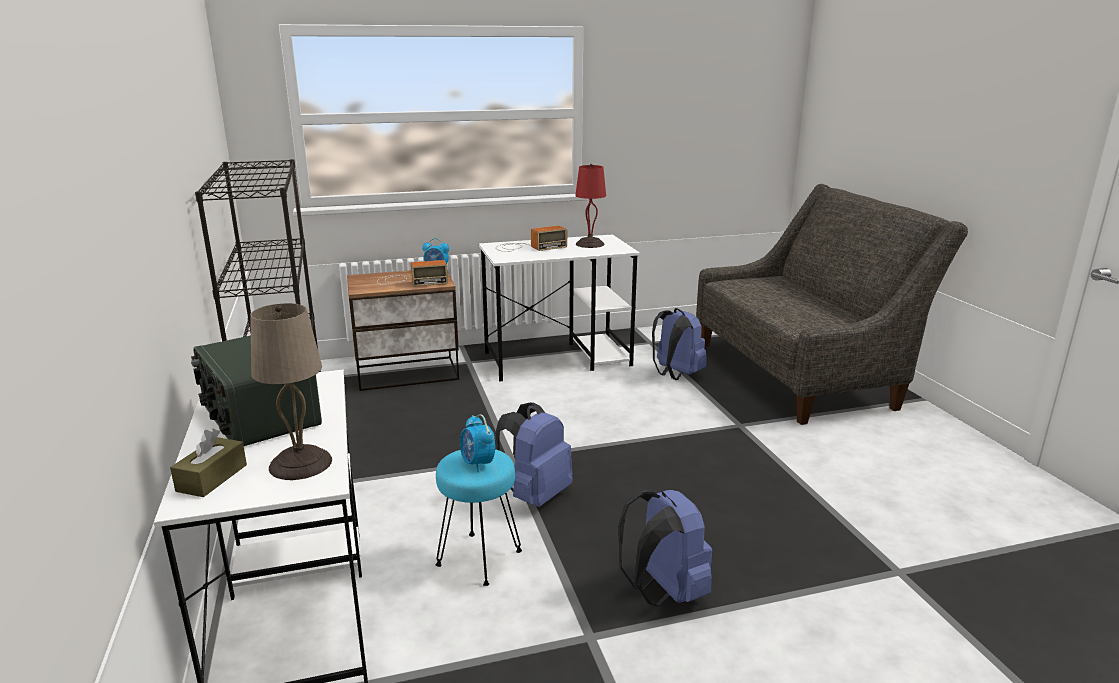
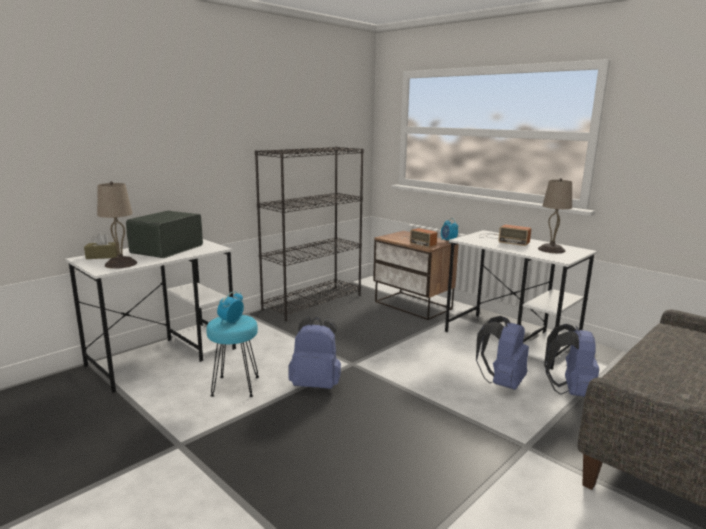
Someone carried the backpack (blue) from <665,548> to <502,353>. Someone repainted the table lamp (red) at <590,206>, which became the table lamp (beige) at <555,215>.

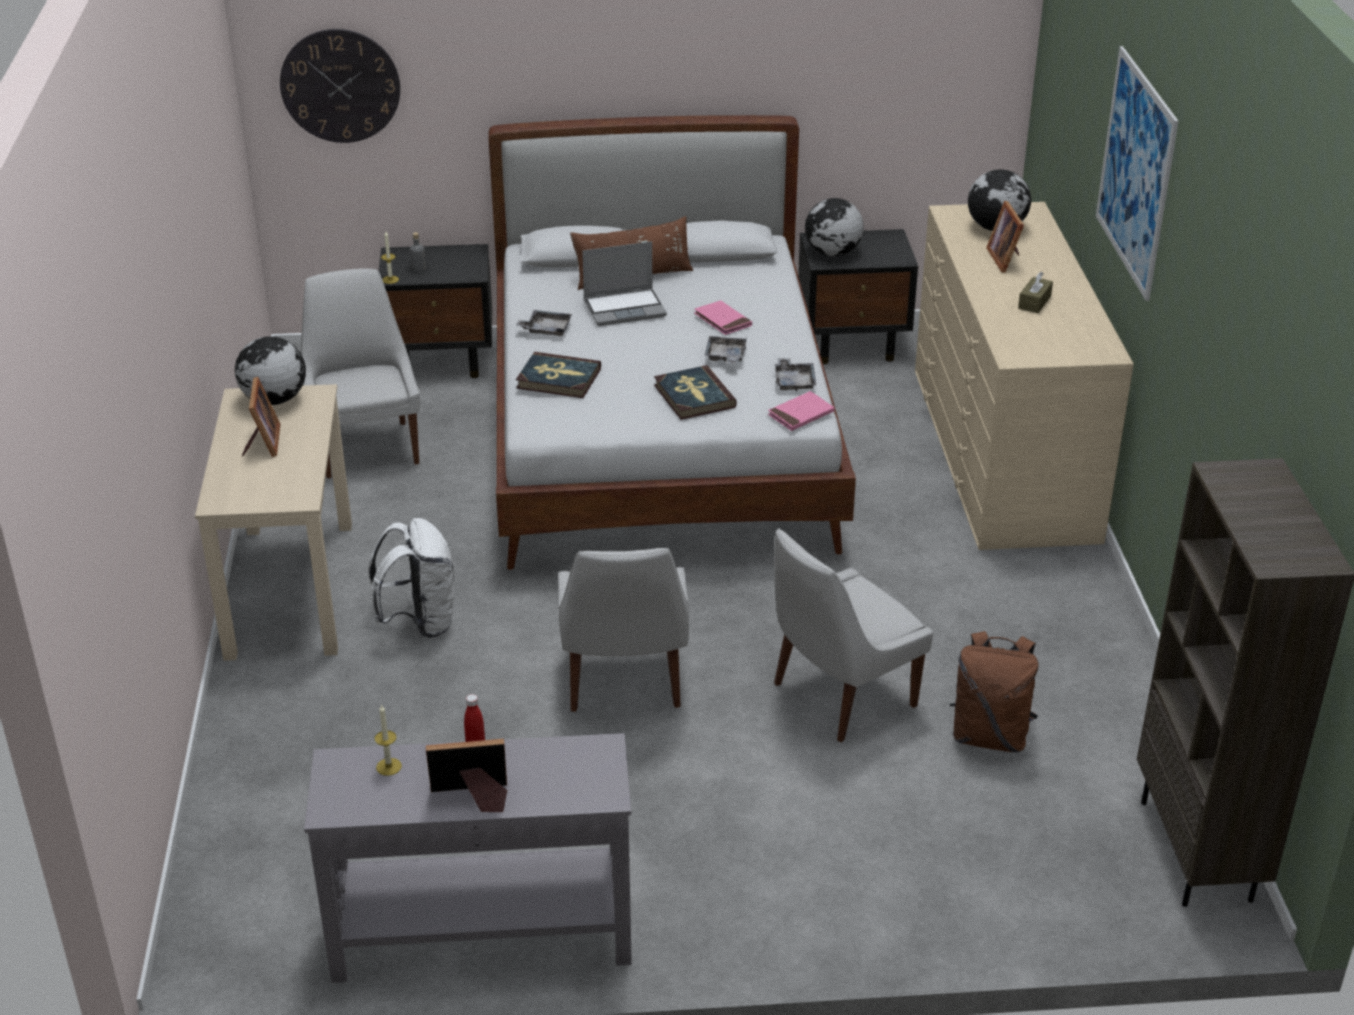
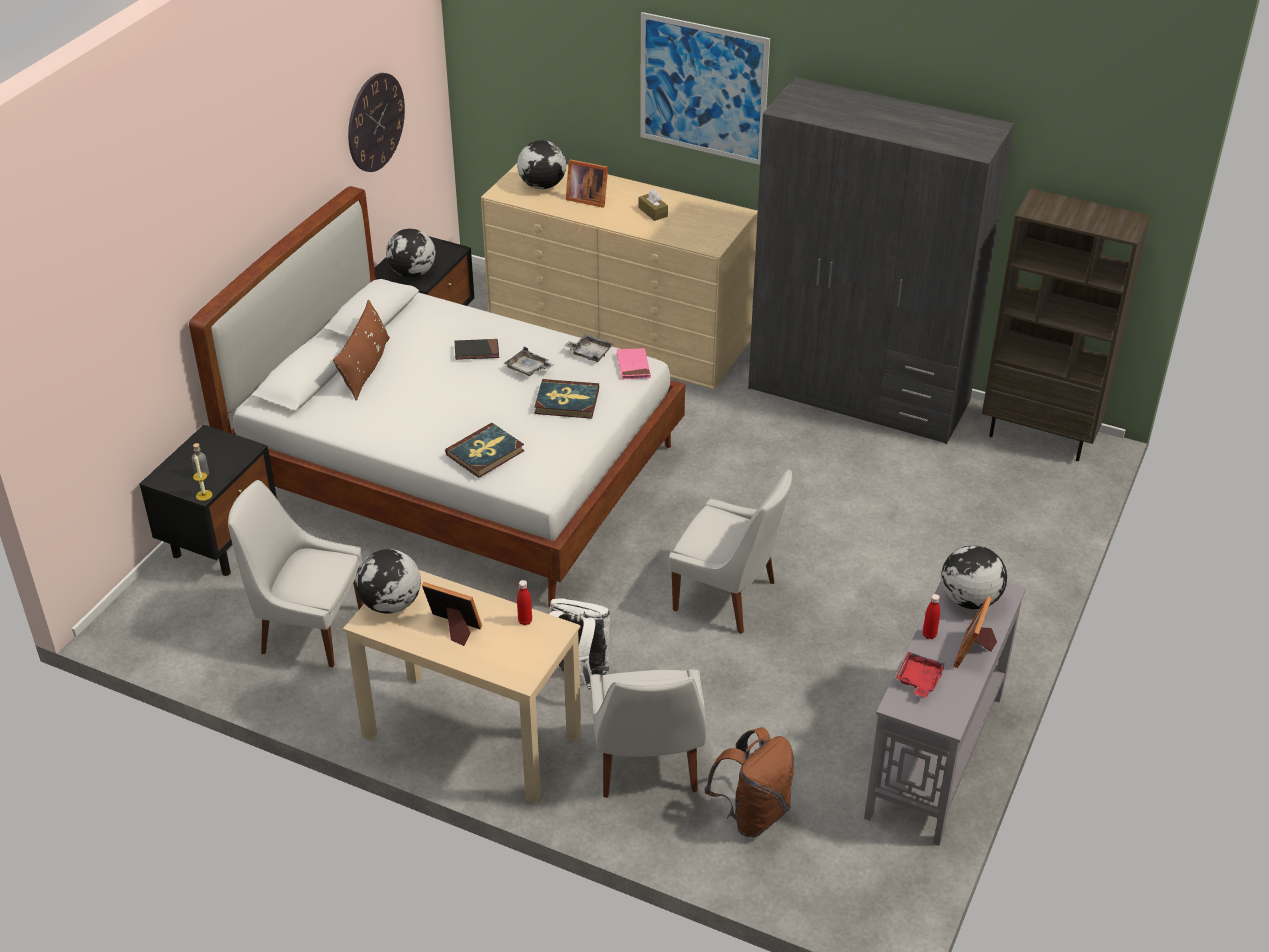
Someone took away the tray (grey) at <544,323>. Someone took away the laptop at <624,283>. Someone put down the bottle (red) at <524,602>. Someone put down the wardrobe (grey) at <881,261>. Someone put down the globe at <974,577>. Someone carried the wall clock from <340,86> to <376,122>. Someone carried the chair (white) from <853,635> to <648,733>. Someone carried the backpack (brown) from <994,691> to <749,782>. Someone swapped the candle at <388,740> for the tray (red) at <920,674>. Someone repainted the book (pink) at <723,317>, which became the book (black) at <477,349>.

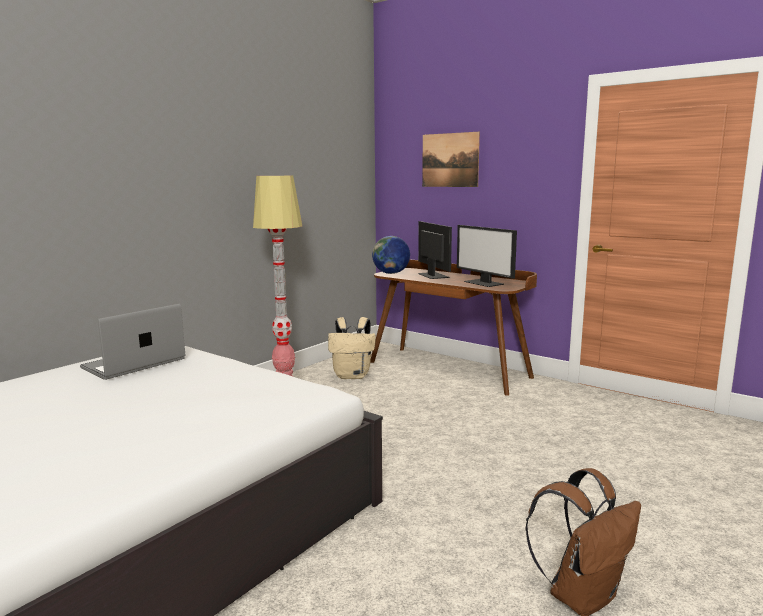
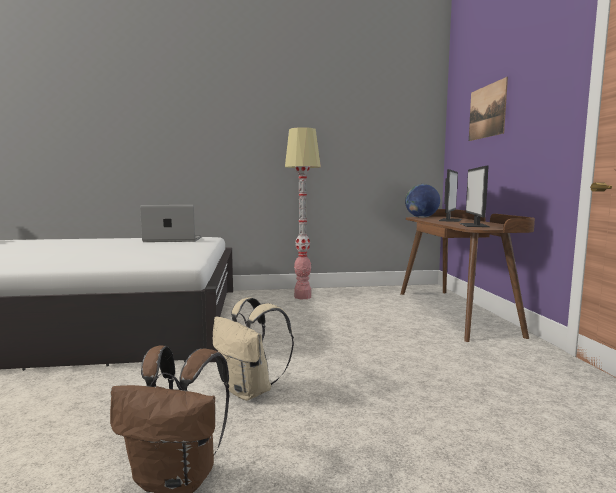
Someone carried the backpack (beige) from <352,348> to <253,349>.

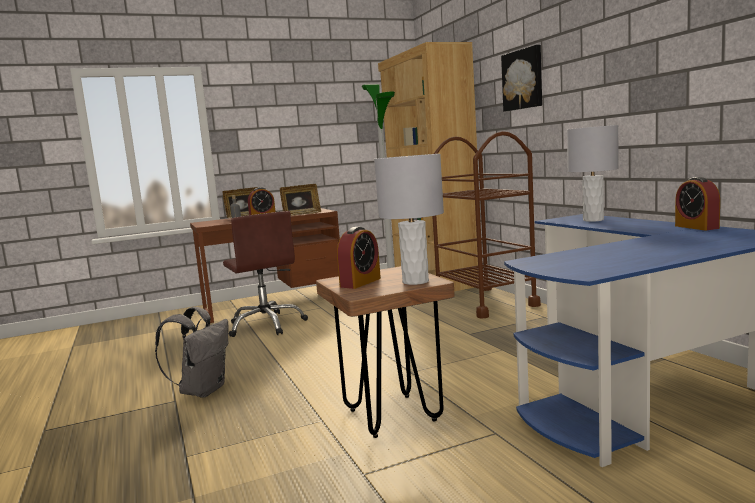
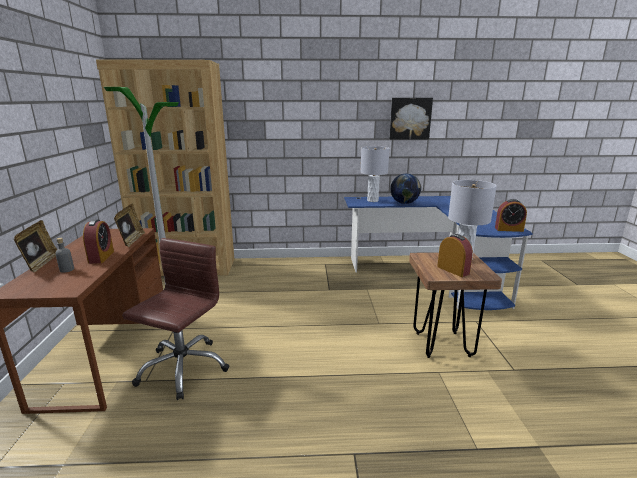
Someone took away the backpack (grey) at <191,352>. Someone took away the cart (brown) at <486,225>. Someone put down the globe at <405,188>. Someone carried the picture from <521,78> to <411,119>. Someone carried the alarm clock from <697,203> to <511,215>. Someone rotated the office chair (brown) at <265,274> by 60 degrees counterclockwise.

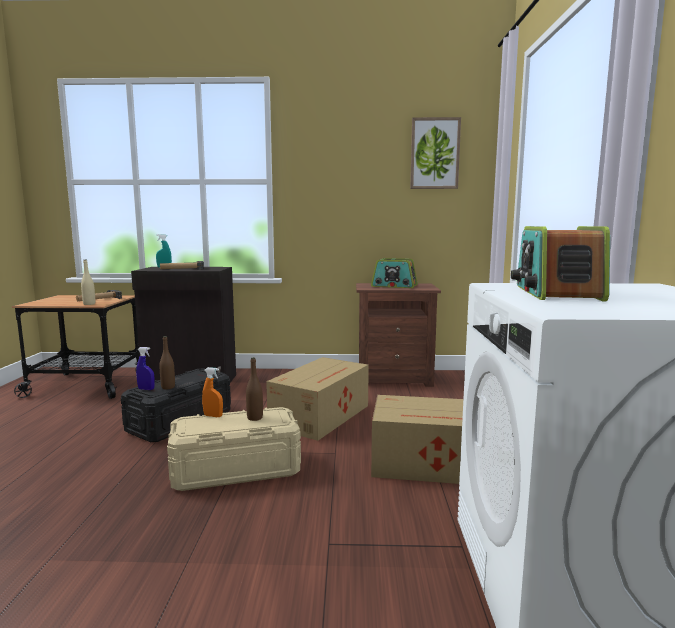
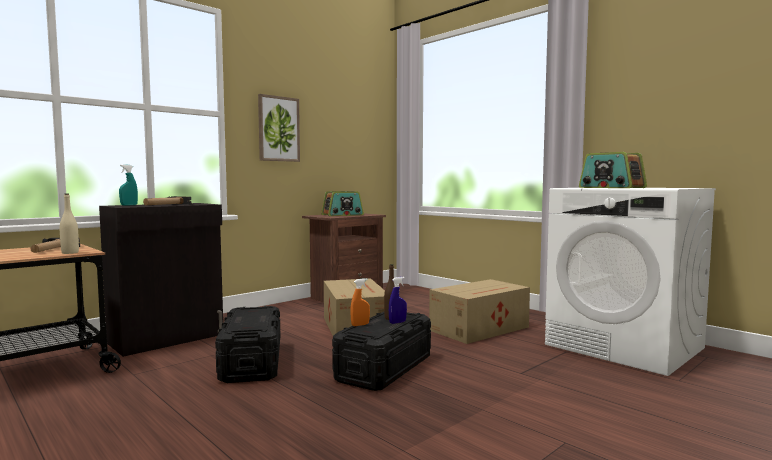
Someone took away the bottle (brown) at <167,362>. Someone carried the spray bottle (blue) from <145,368> to <398,300>. Someone carried the picture from <435,153> to <279,128>. Someone repainted the storage box (beige) at <234,449>, which became the storage box (black) at <381,351>.

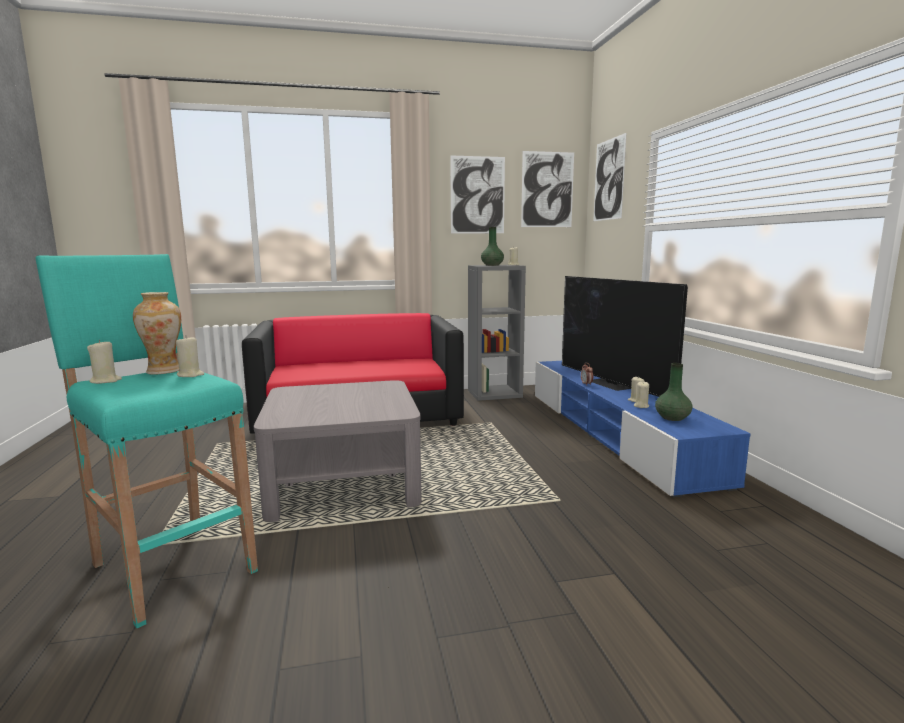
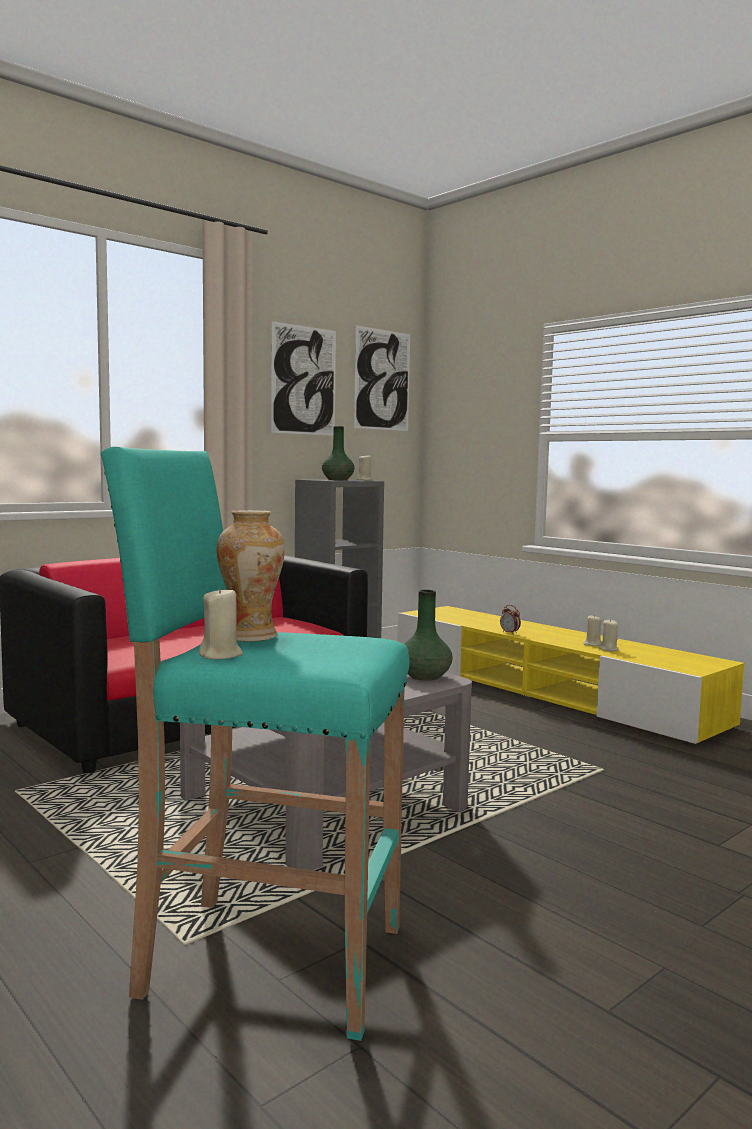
Someone took away the candle (beige) at <190,356>. Someone took away the television at <625,336>. Someone took away the picture at <610,177>. Someone carried the vase (green) from <674,392> to <429,635>. Someone repainted the tv stand (blue) at <643,429>, which became the tv stand (yellow) at <571,676>.

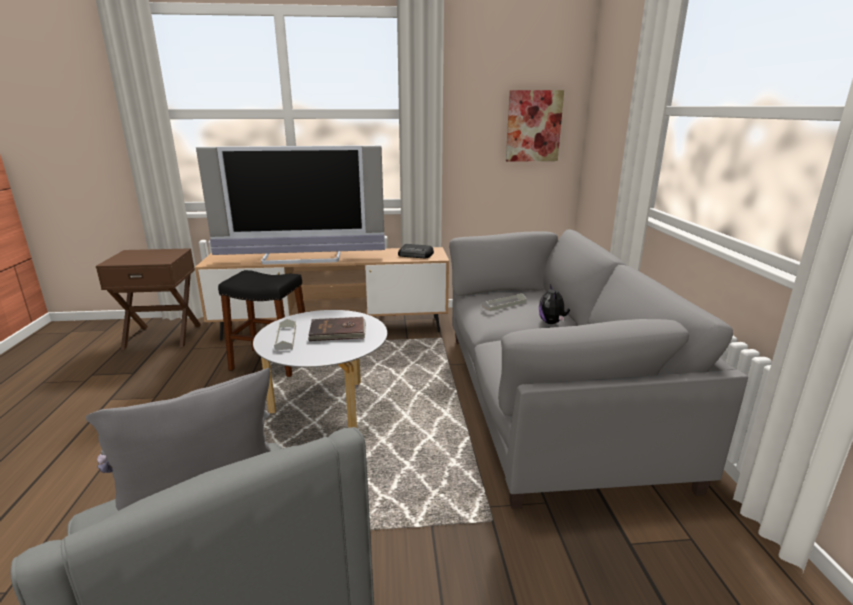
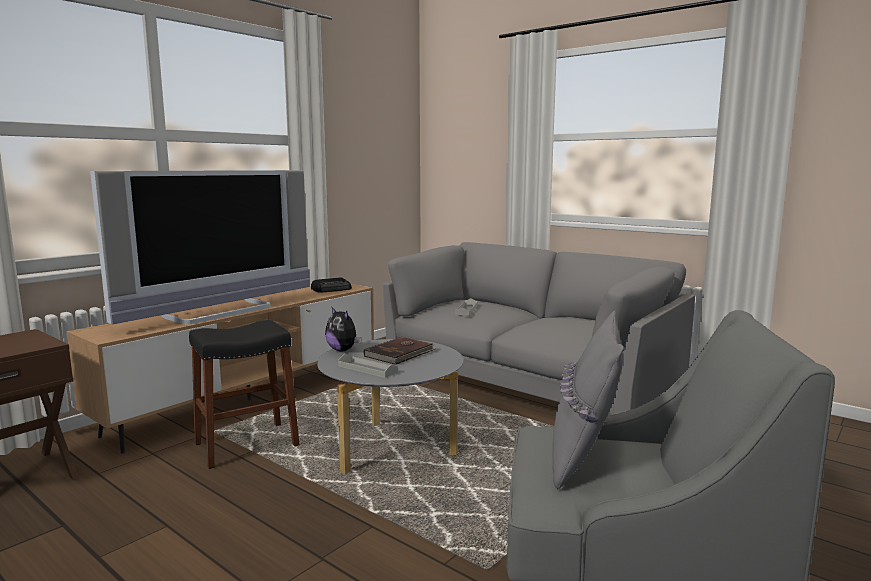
Someone took away the picture at <535,126>. Someone carried the plush toy from <554,304> to <343,329>.

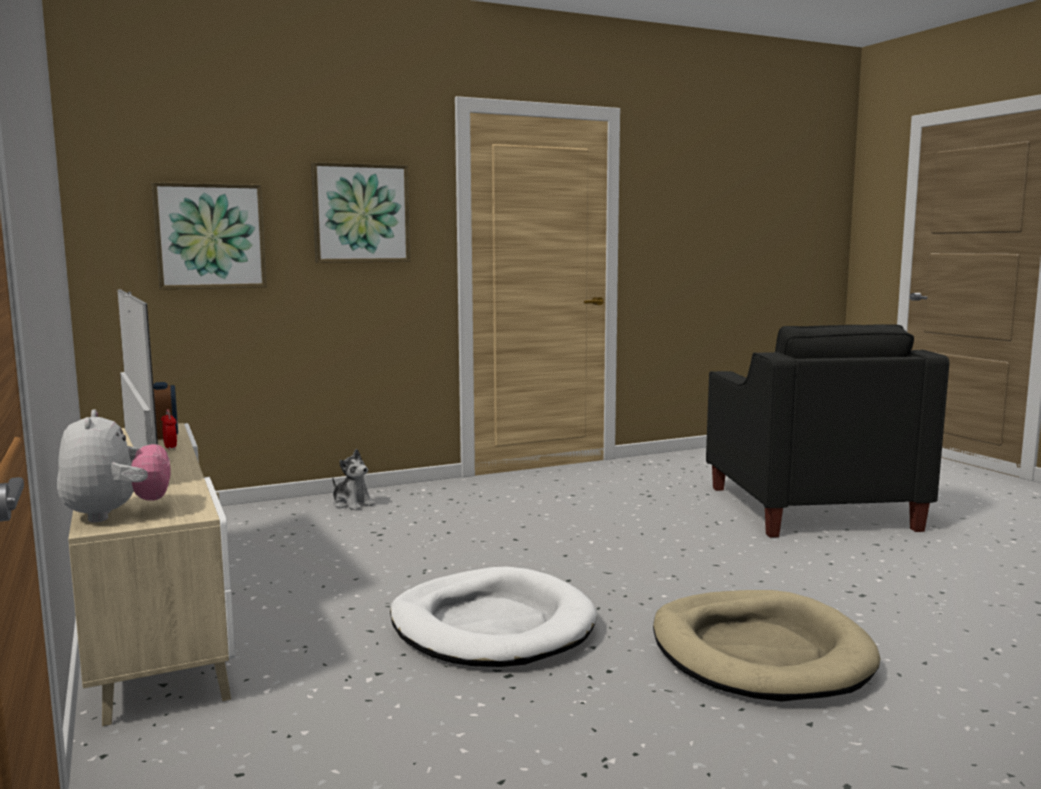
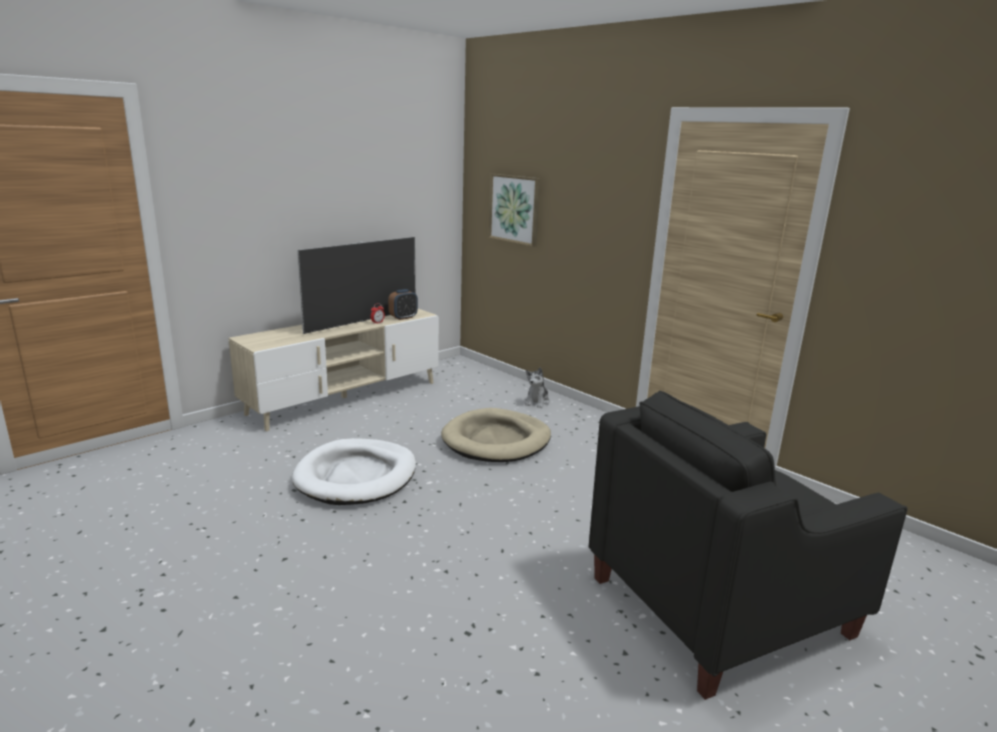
Someone took away the plush toy at <113,465>. Someone took away the picture at <360,212>. Someone carried the dog bed (beige) from <767,646> to <496,435>.

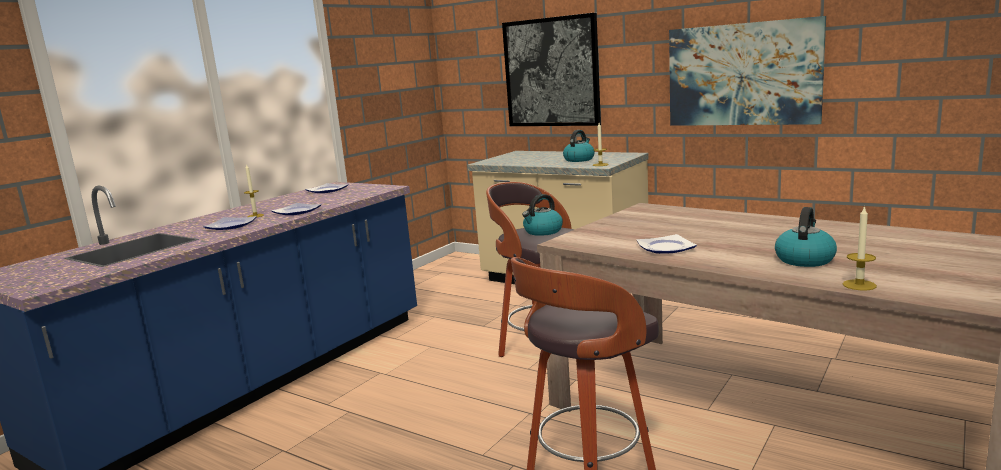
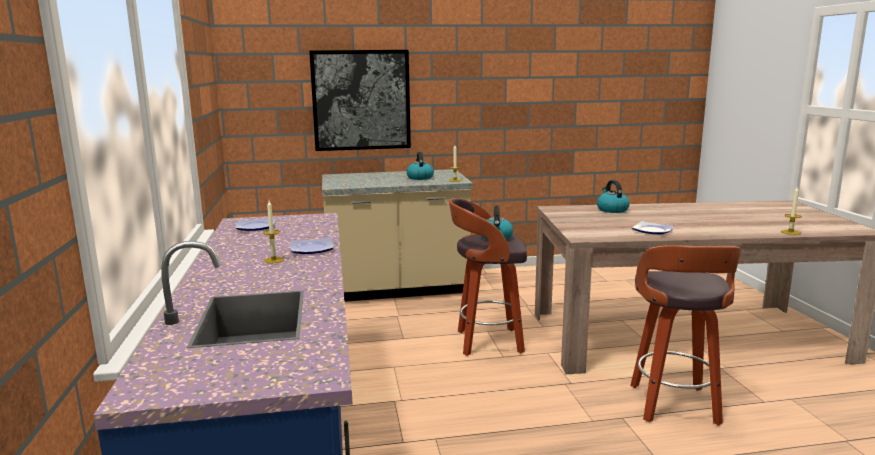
Someone took away the plate at <230,223>. Someone took away the picture at <747,71>. Someone carried the kettle from <806,237> to <613,196>.

